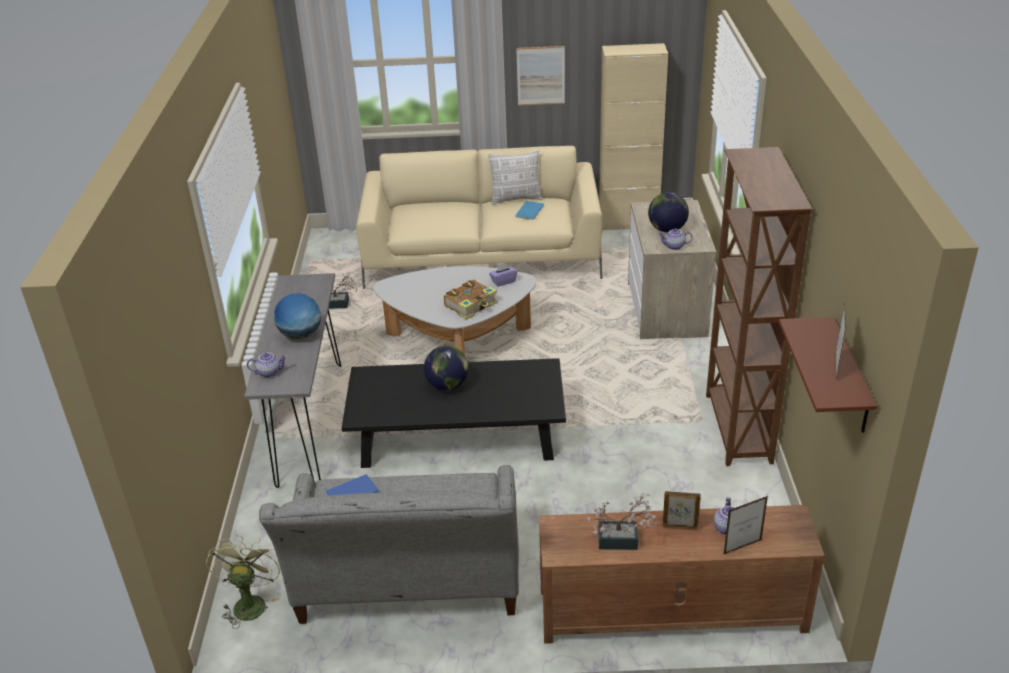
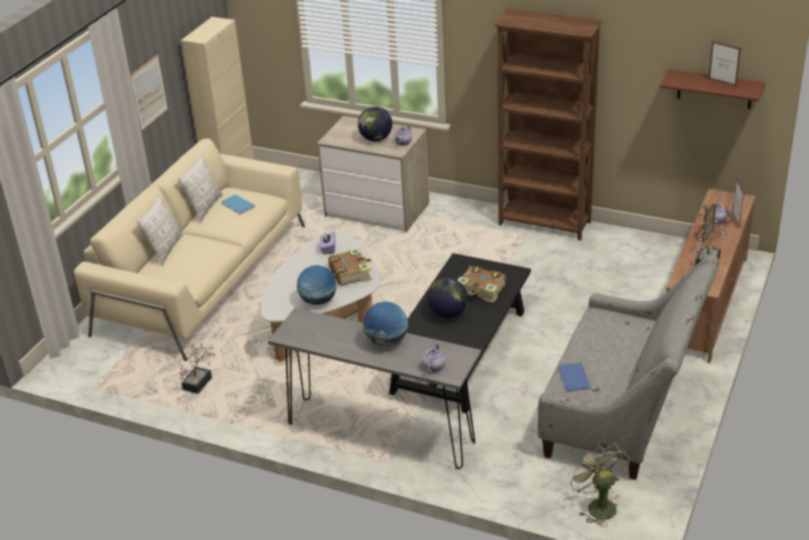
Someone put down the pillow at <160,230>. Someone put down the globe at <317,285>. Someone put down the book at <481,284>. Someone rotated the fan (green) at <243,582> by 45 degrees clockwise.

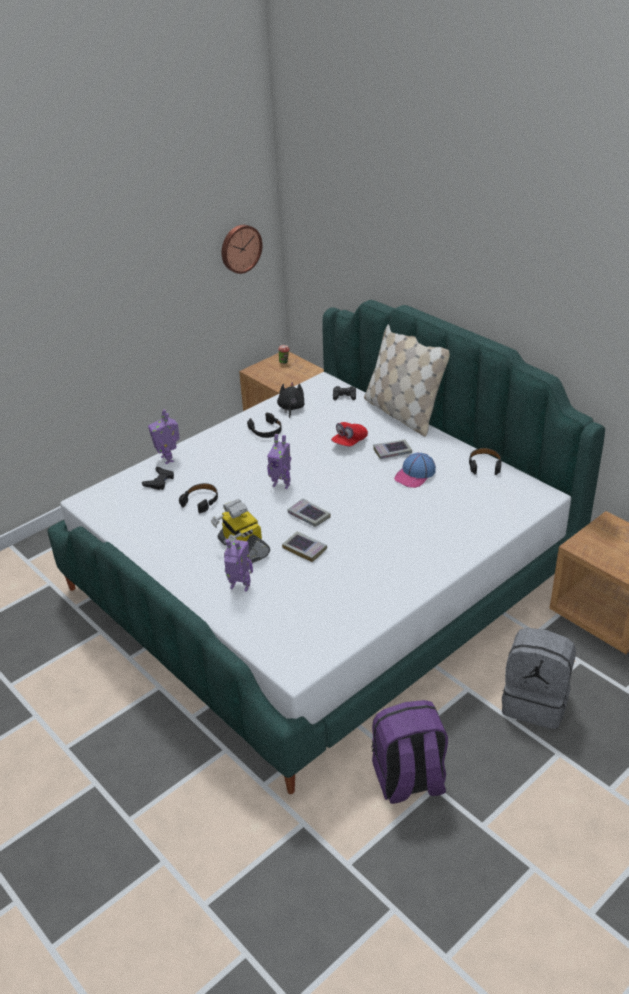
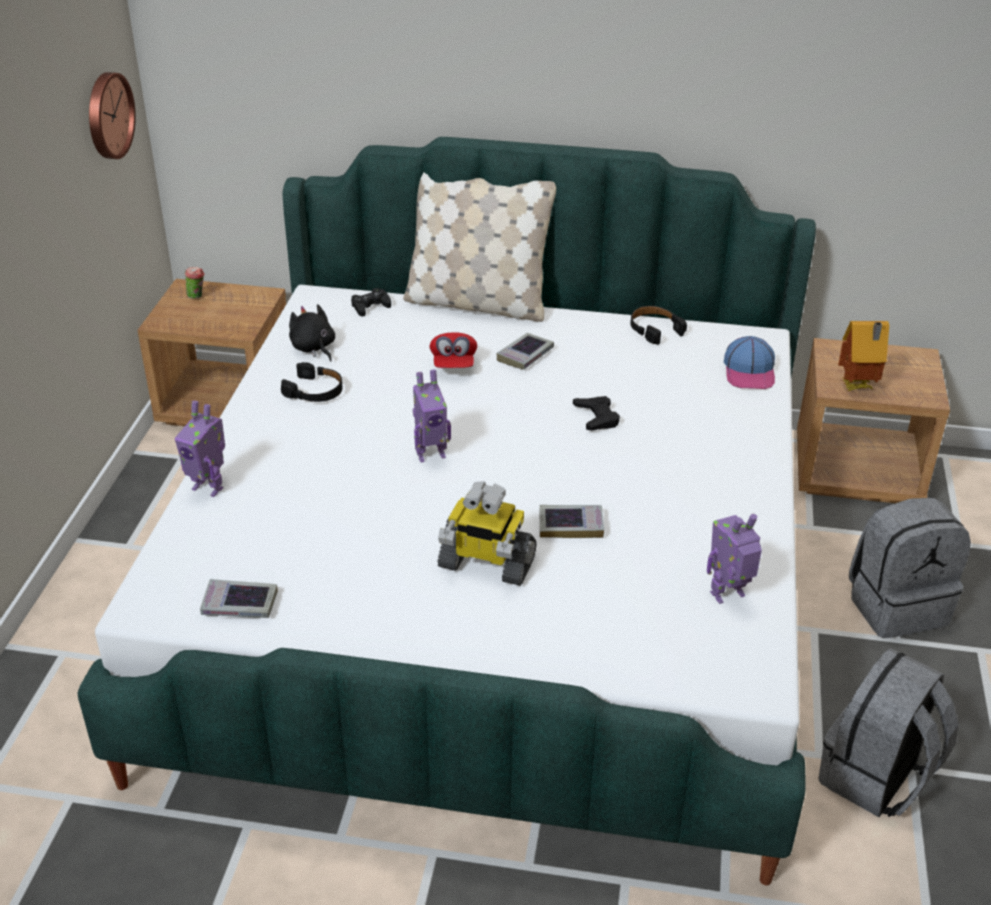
Someone took away the headphones (black) at <198,498>. Someone put down the toy house at <863,356>. Someone carried the game controller (black) from <158,478> to <596,413>. Someone carried the toy robot from <238,565> to <734,559>. Someone carried the book from <309,512> to <239,598>. Someone carried the cap from <415,470> to <749,362>. Someone repainted the backpack (purple) at <409,752>, which became the backpack (grey) at <888,732>.

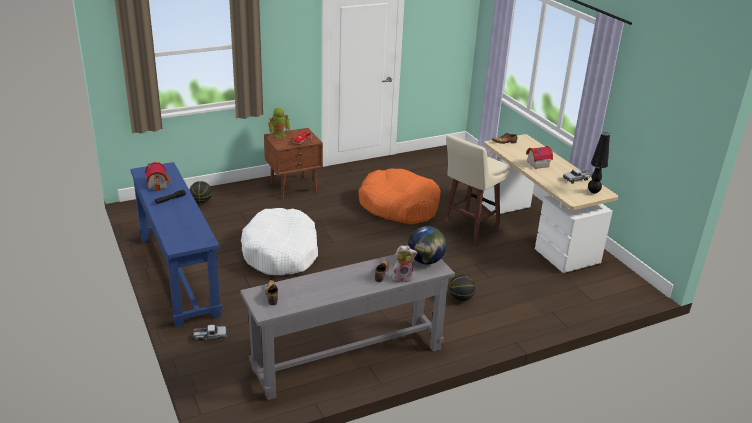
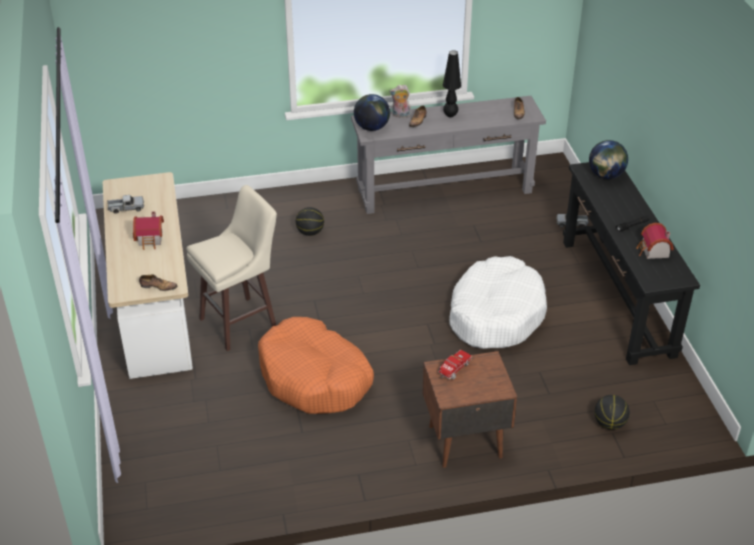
Someone took away the toy robot at <279,123>. Someone put down the globe at <608,159>. Someone carried the table lamp (black) from <599,163> to <452,83>. Someone repainted the console table (blue) at <176,245>, which became the console table (black) at <631,263>.

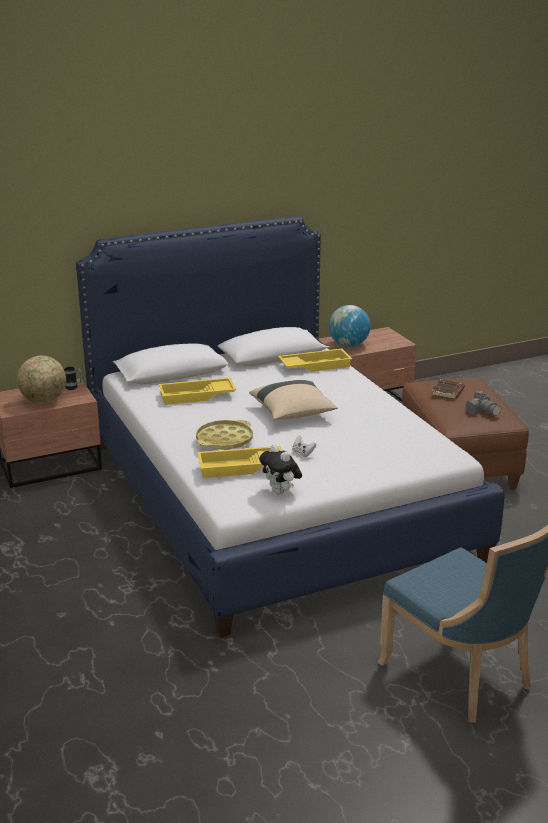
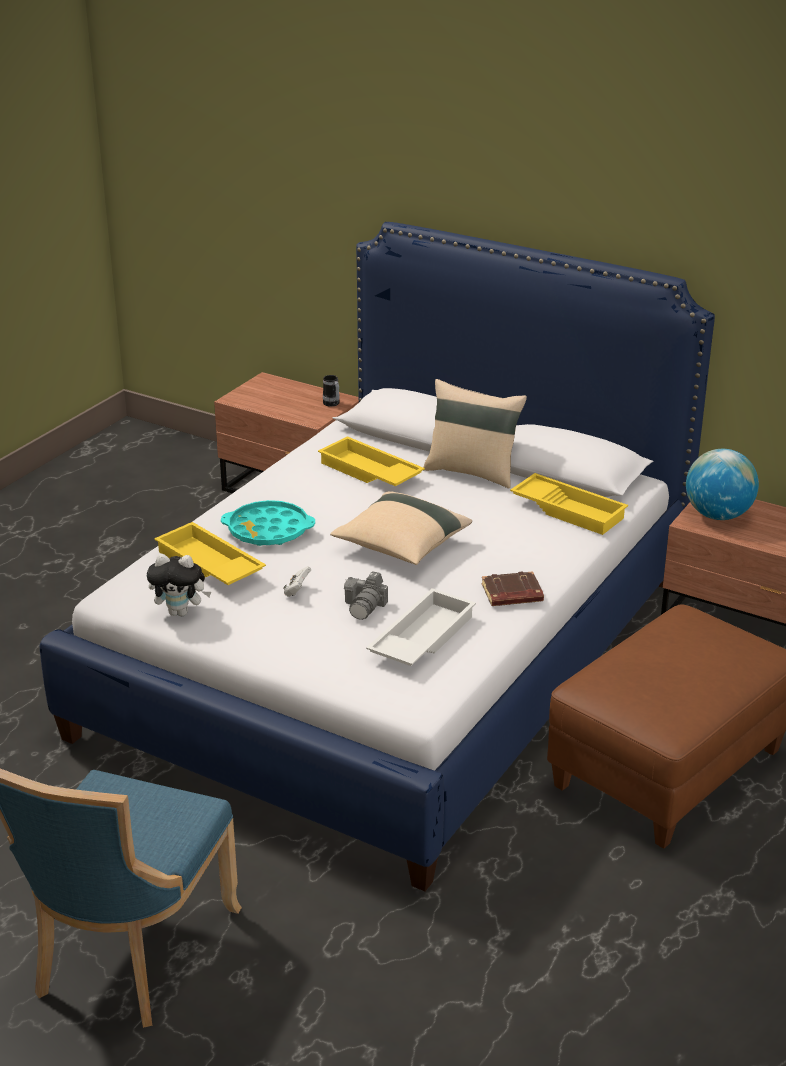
Someone took away the globe at <41,379>. Someone put down the tray (white) at <421,627>. Someone put down the pillow (beige) at <475,434>. Someone carried the book (brown) from <448,389> to <513,588>. Someone carried the photo camera from <483,403> to <366,595>. Someone repainted the tray (yellow) at <224,435>, which became the tray (turquoise) at <268,523>. Someone rotated the plush toy at <280,469> by 105 degrees counterclockwise.

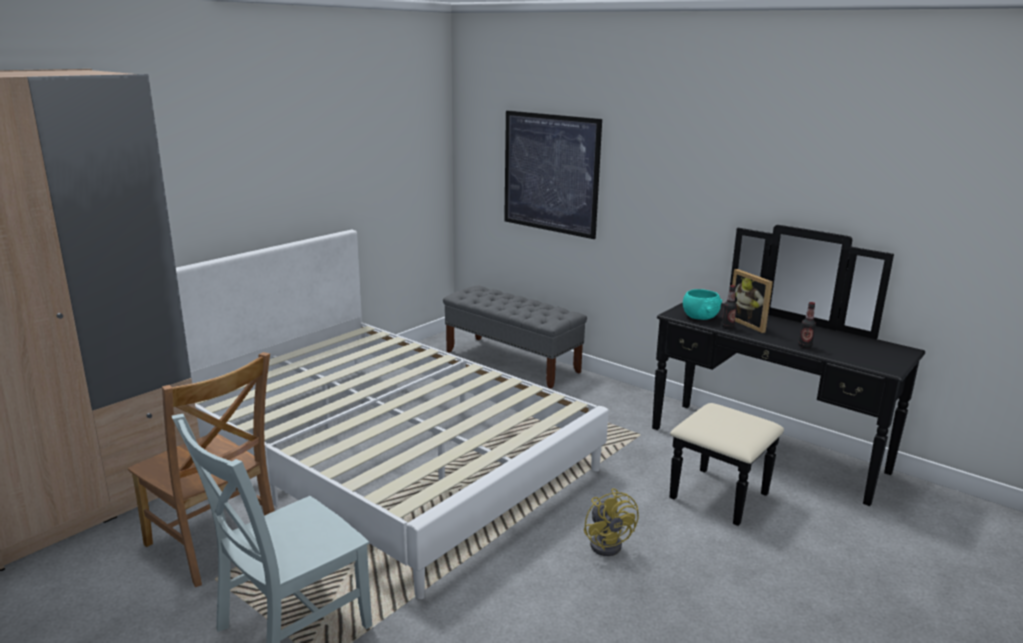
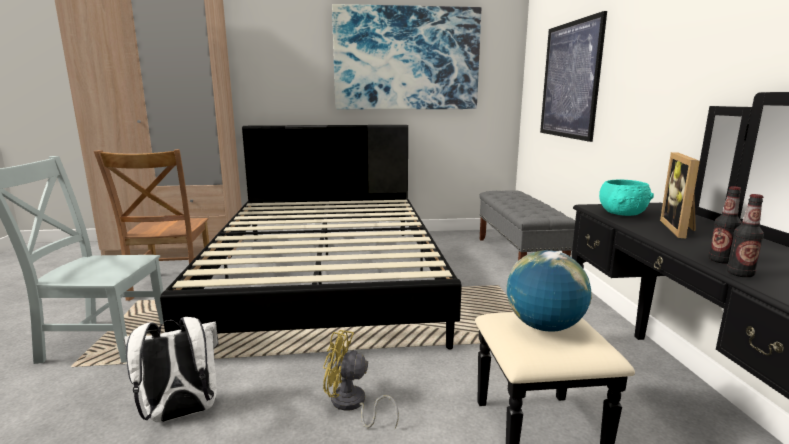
Someone put down the backpack (white) at <171,369>. Someone put up the picture at <406,56>. Someone put down the globe at <549,291>. Someone carried the bottle from <729,307> to <745,235>. Someone repainted the bed (white) at <392,414>, which became the bed (black) at <311,237>. Someone rotated the fan (yellow) at <611,522> by 75 degrees clockwise.

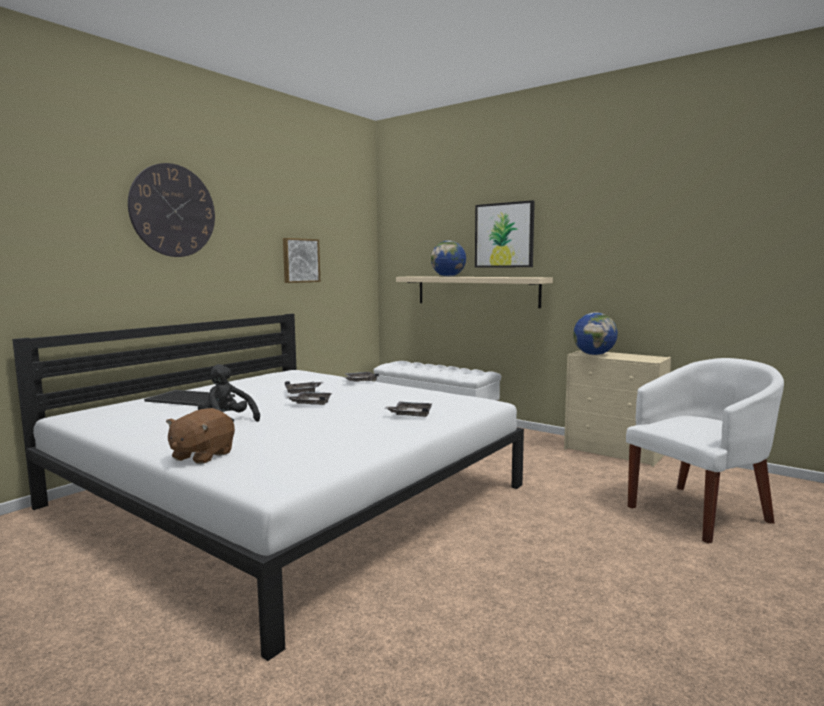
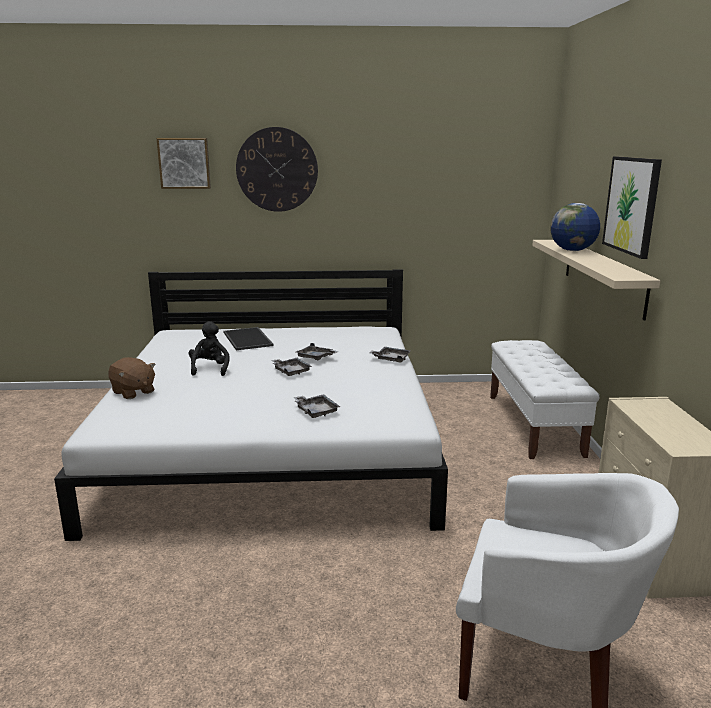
Someone took away the globe at <595,334>. Someone carried the picture from <301,260> to <183,163>. Someone rotated the plush toy (brown) at <200,436> by 120 degrees counterclockwise.

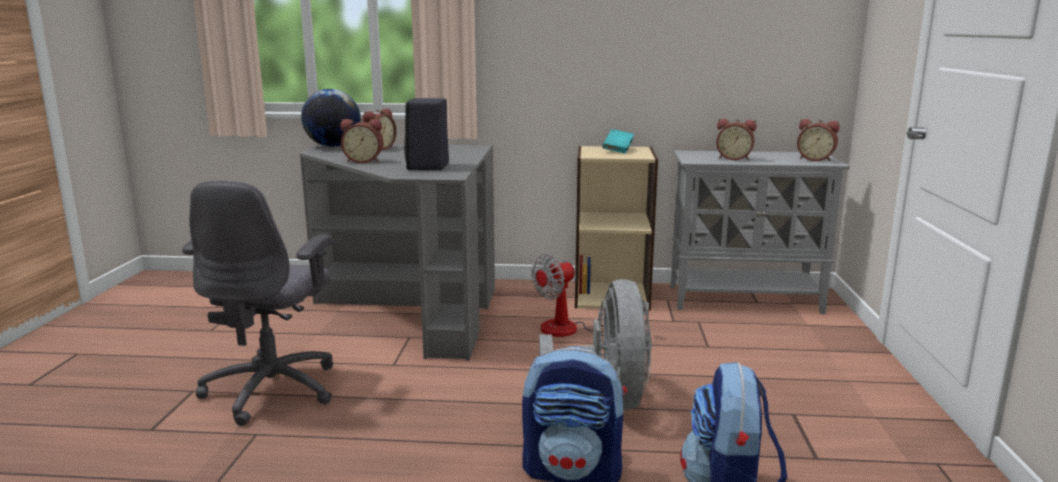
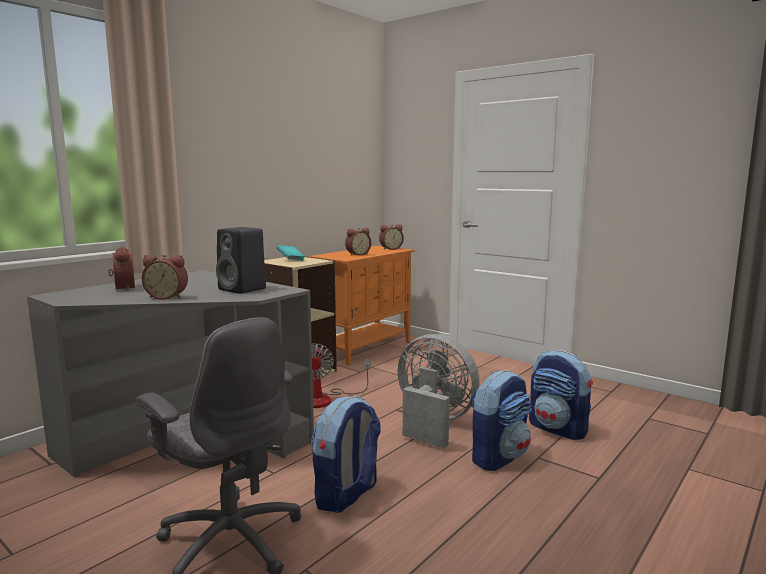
Someone took away the globe at <331,118>. Someone put down the backpack at <346,454>. Someone repainted the cabinet (grey) at <760,232>, which became the cabinet (orange) at <361,306>. Someone rotated the alarm clock at <362,141> by 60 degrees clockwise.

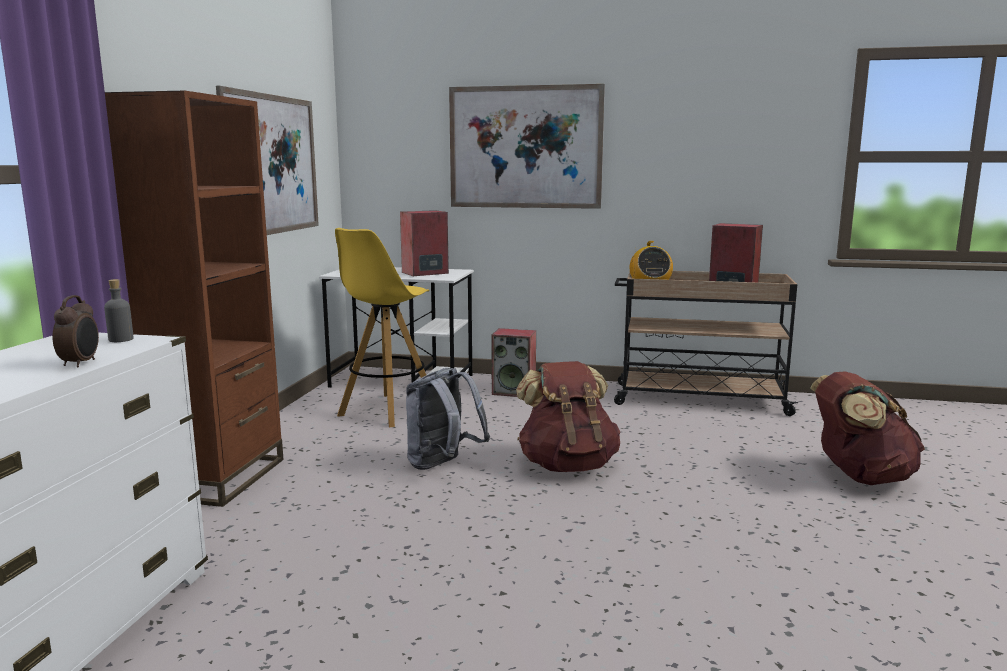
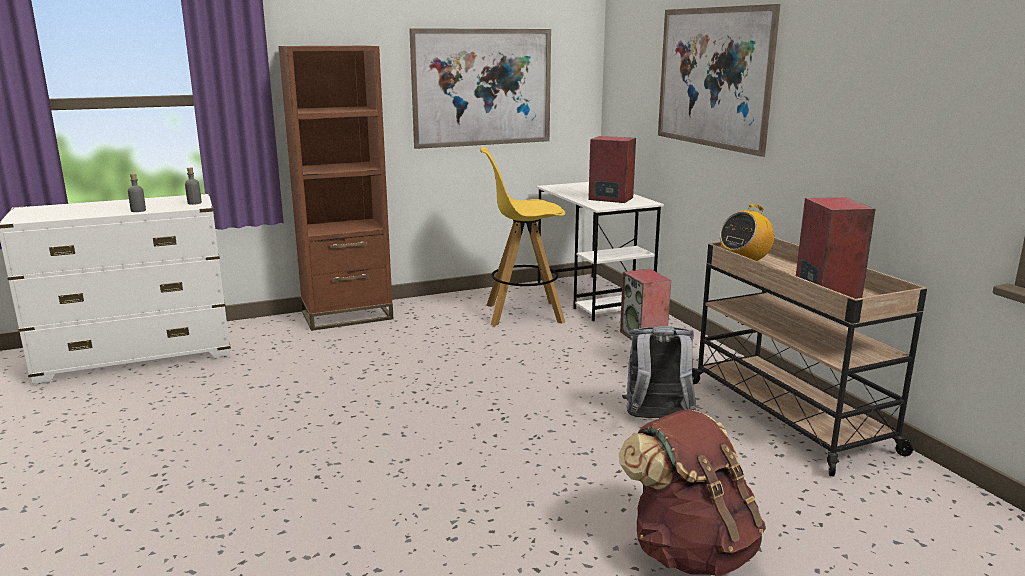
Someone took away the backpack (brown) at <568,416>. Someone carried the backpack (grey) from <448,419> to <659,372>. Someone swapped the alarm clock at <76,331> for the bottle (grey) at <137,193>.

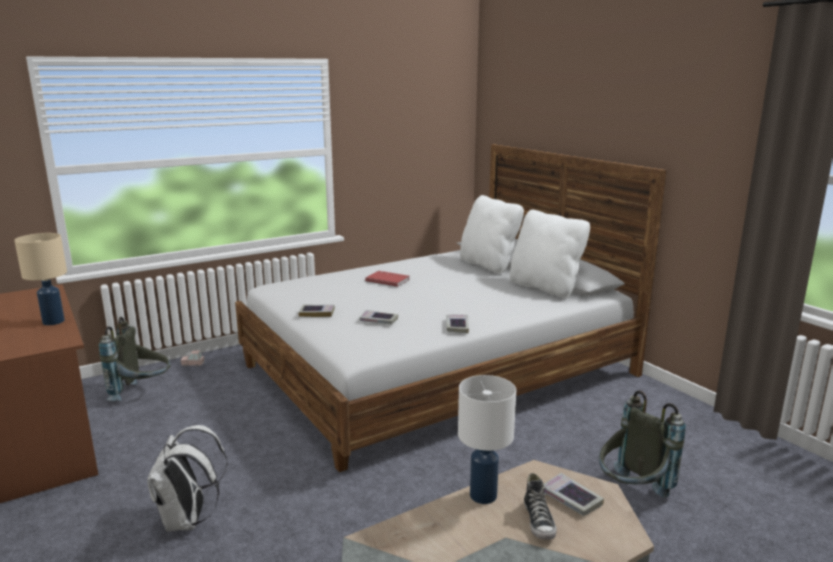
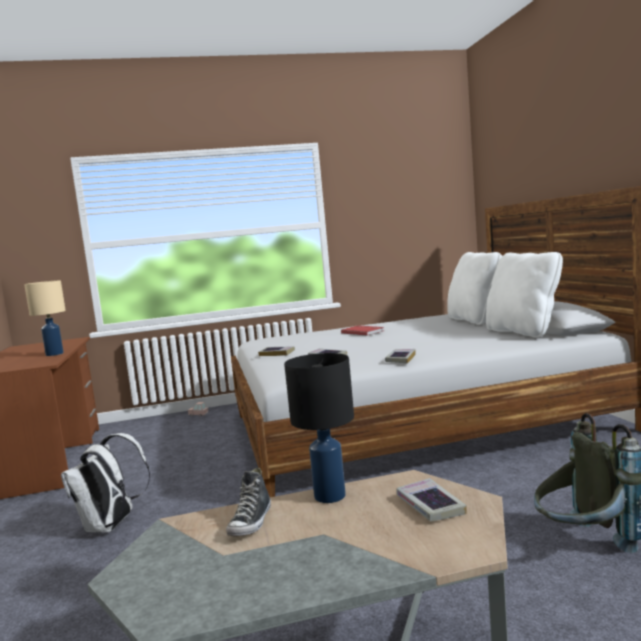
Someone took away the backpack (grey) at <135,358>. Someone carried the shoe from <540,506> to <248,502>. Someone repainted the table lamp (white) at <487,439>, which became the table lamp (black) at <319,428>.

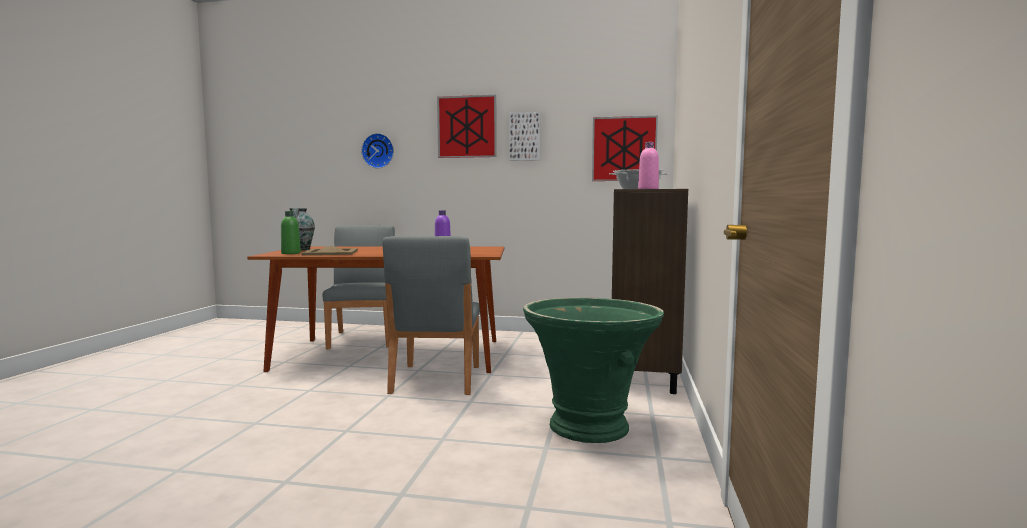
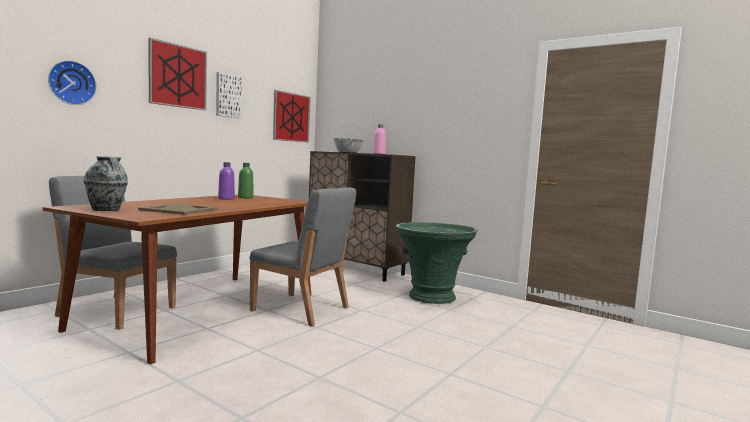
Someone carried the bottle (green) from <291,232> to <246,180>.

